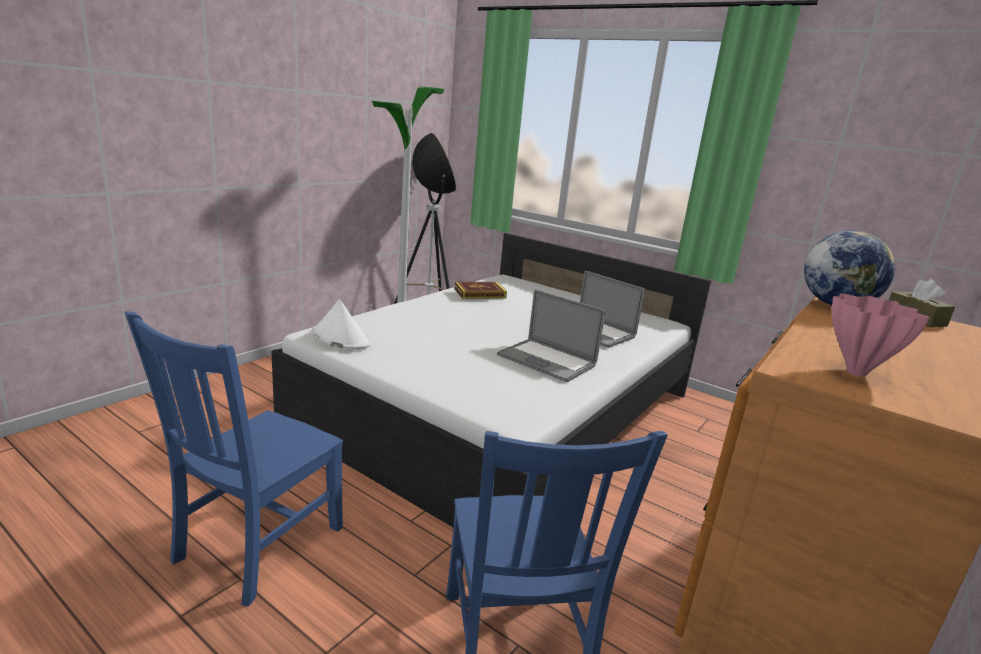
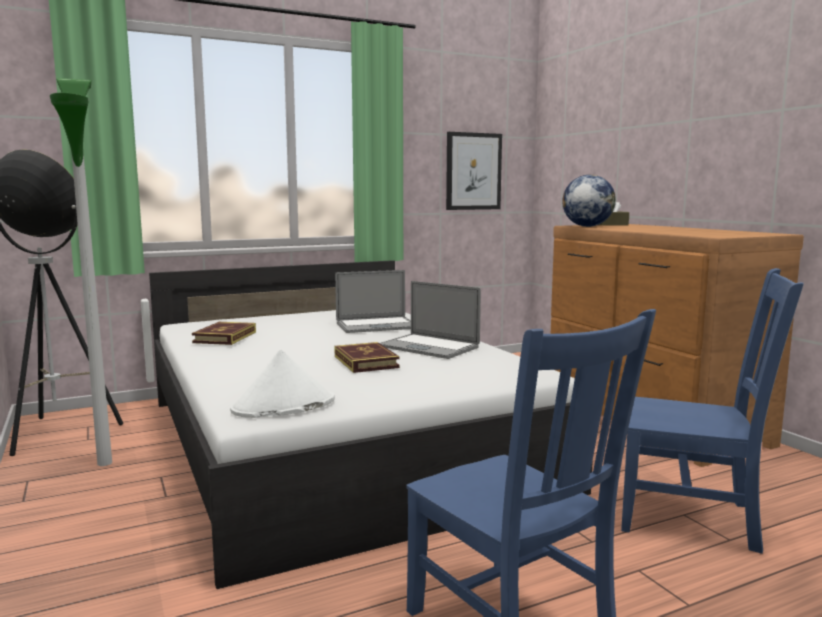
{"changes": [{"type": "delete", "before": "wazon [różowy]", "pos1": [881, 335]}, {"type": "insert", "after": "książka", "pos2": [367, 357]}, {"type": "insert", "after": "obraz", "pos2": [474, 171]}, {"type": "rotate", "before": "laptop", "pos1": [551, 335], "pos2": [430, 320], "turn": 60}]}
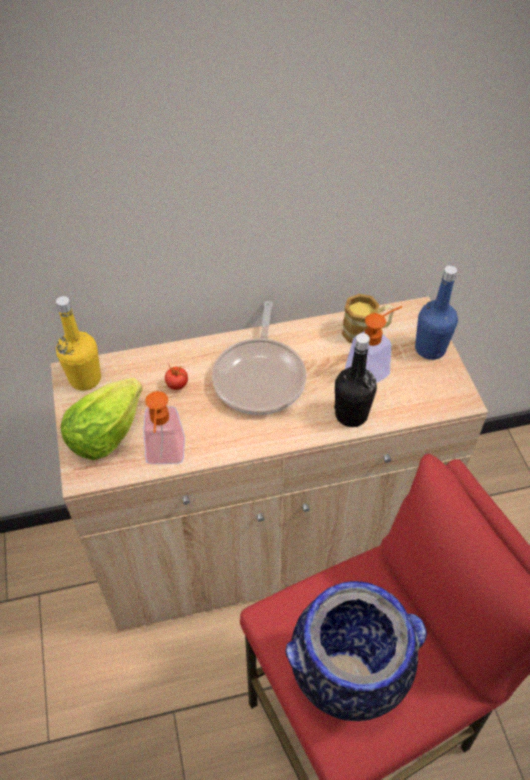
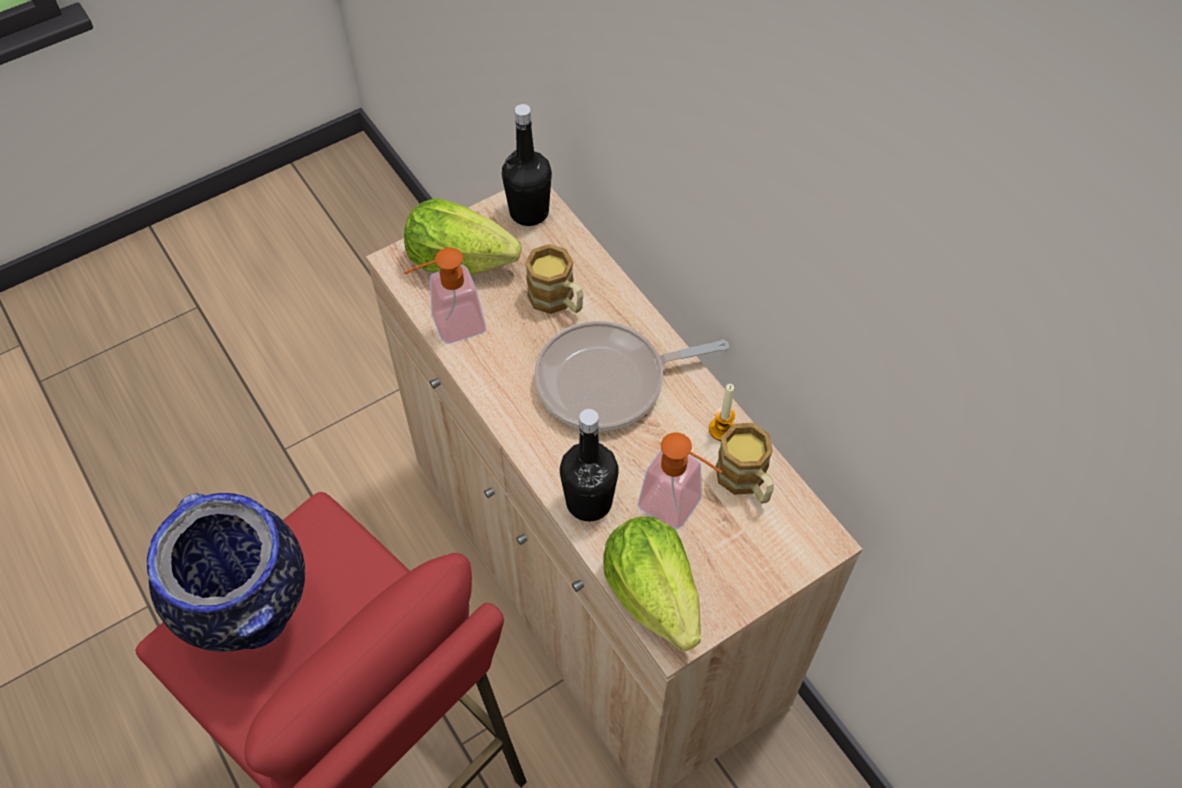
{"changes": [{"type": "delete", "before": "butelka [niebieski]", "pos1": [436, 312]}, {"type": "insert", "after": "sałata", "pos2": [652, 584]}, {"type": "insert", "after": "świeca", "pos2": [722, 412]}, {"type": "replace", "before": "pomidor", "after": "kubek", "pos1": [176, 377], "pos2": [554, 279]}, {"type": "recolor", "before": "butelka [żółty]", "after": "butelka [czarny]", "pos1": [78, 343], "pos2": [527, 165]}]}
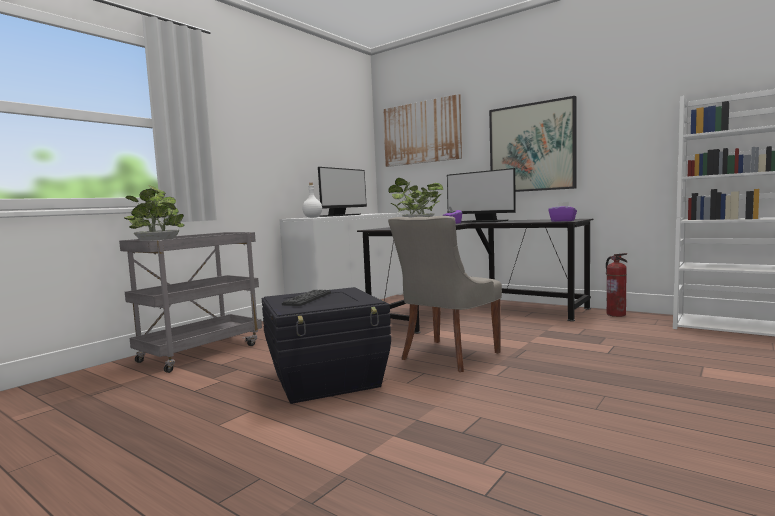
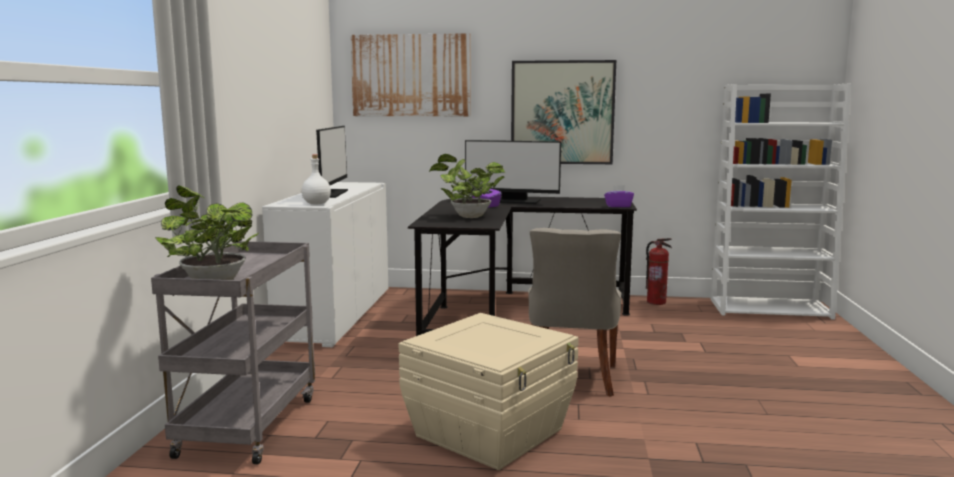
{"changes": [{"type": "delete", "before": "klawiatura", "pos1": [306, 298]}, {"type": "recolor", "before": "pojemnik do przechowywania [czarny]", "after": "pojemnik do przechowywania [beżowy]", "pos1": [326, 345], "pos2": [489, 391]}]}
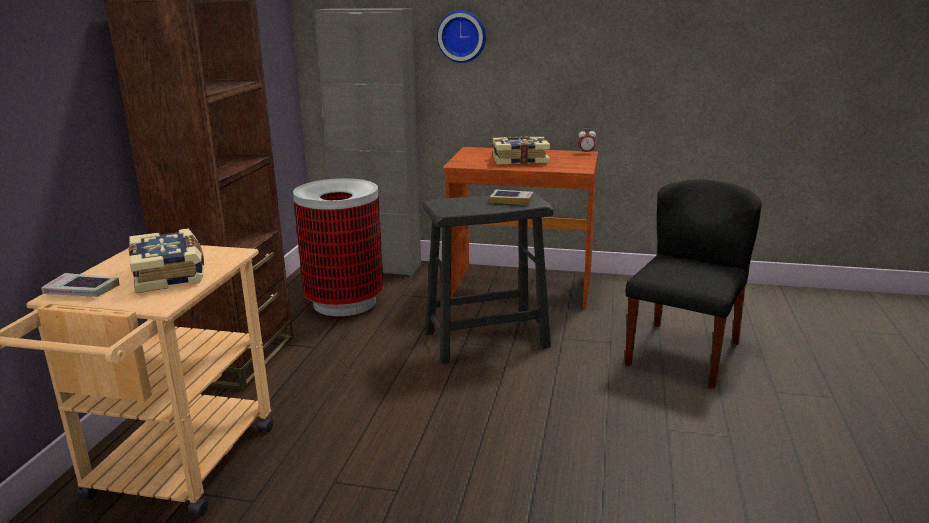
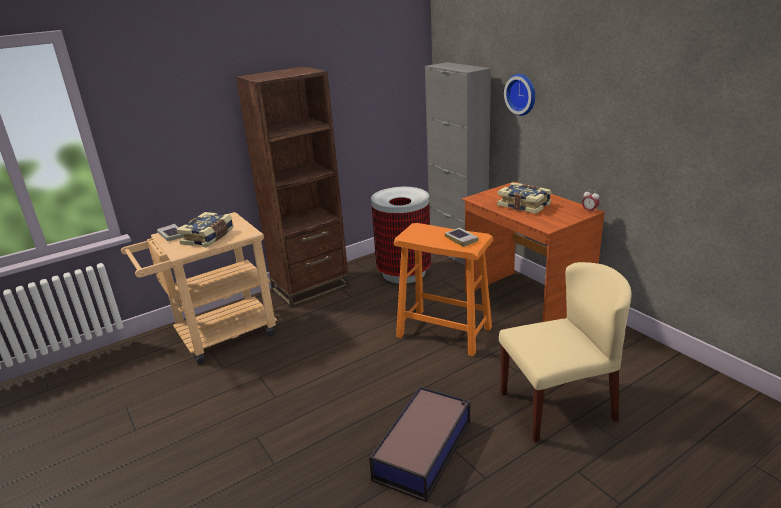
{"changes": [{"type": "insert", "after": "pojemnik do przechowywania", "pos2": [419, 444]}, {"type": "recolor", "before": "stołek [czarny]", "after": "stołek [pomarańczowy]", "pos1": [488, 277], "pos2": [443, 289]}, {"type": "recolor", "before": "krzesło [czarny]", "after": "krzesło [beżowy]", "pos1": [693, 283], "pos2": [565, 352]}]}
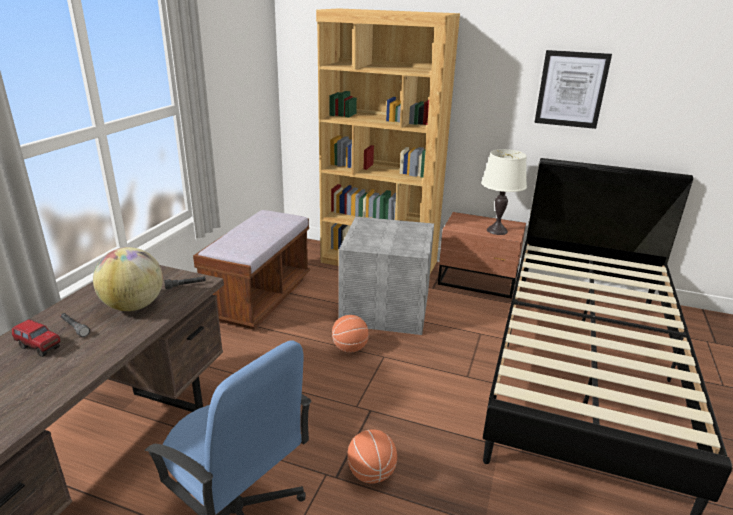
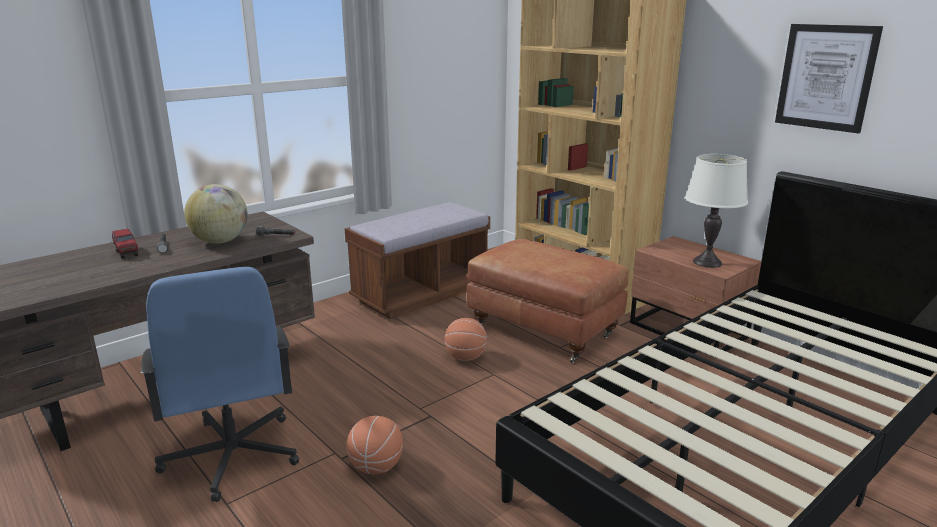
{"changes": [{"type": "replace", "before": "pojemnik do przechowywania [szary]", "after": "pufa [brązowy]", "pos1": [386, 276], "pos2": [548, 301]}]}
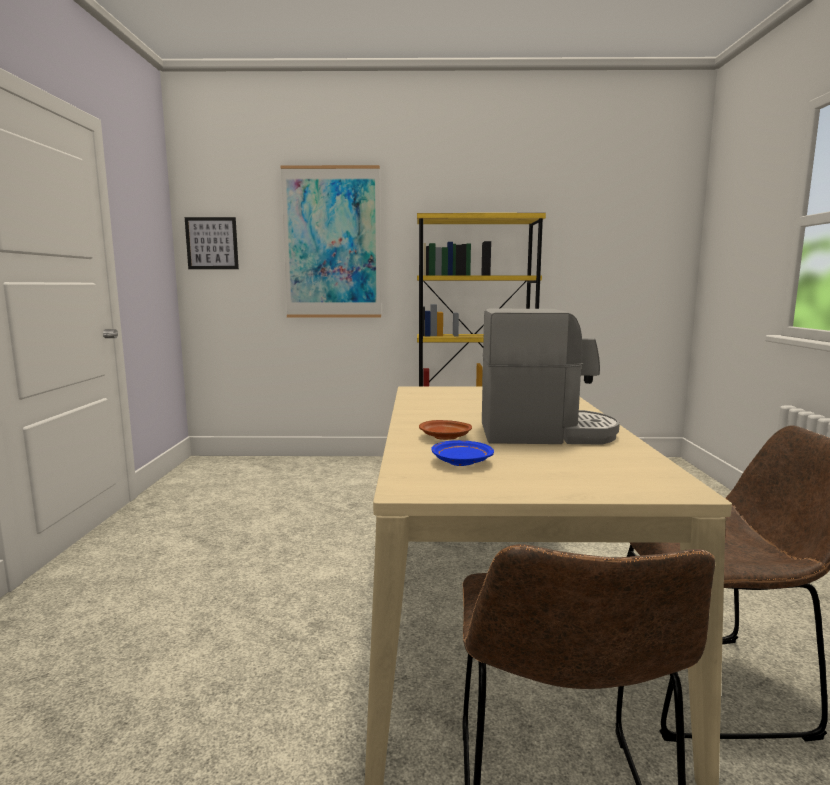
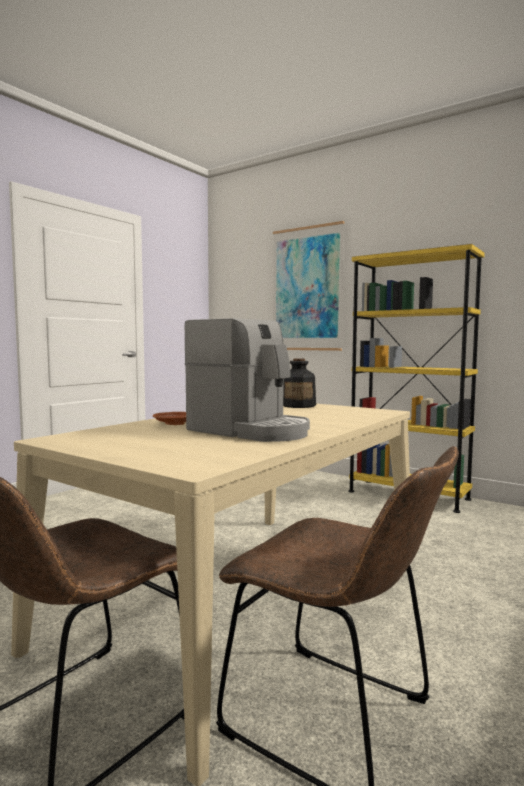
{"changes": [{"type": "delete", "before": "obraz", "pos1": [212, 243]}, {"type": "delete", "before": "talerz [niebieski]", "pos1": [462, 453]}, {"type": "insert", "after": "butelka", "pos2": [299, 383]}]}
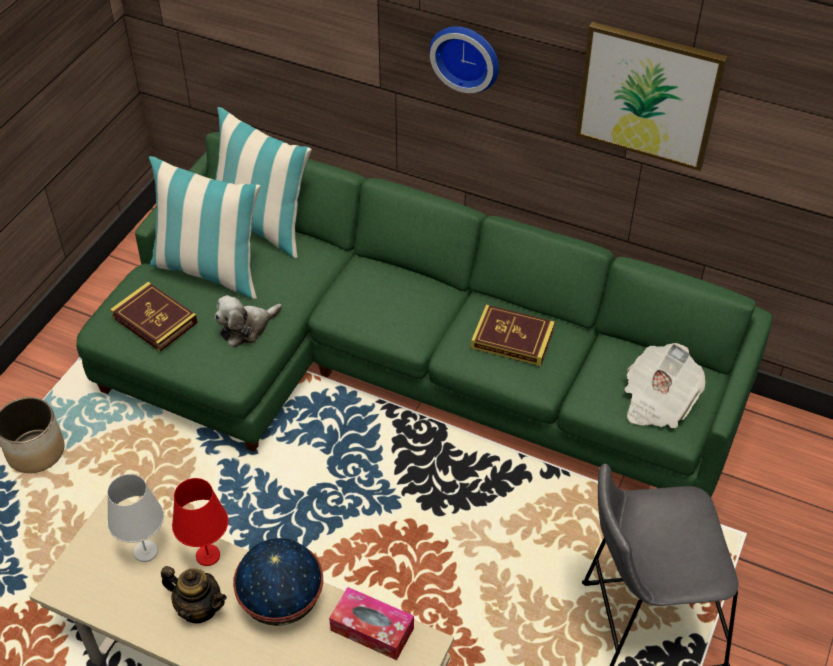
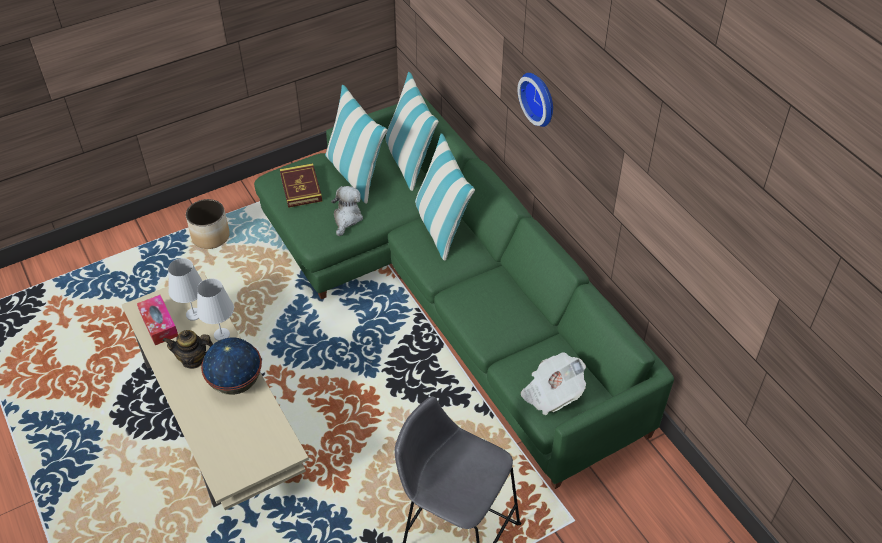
{"changes": [{"type": "delete", "before": "książka", "pos1": [513, 335]}, {"type": "delete", "before": "obraz", "pos1": [652, 96]}, {"type": "insert", "after": "poduszka", "pos2": [445, 197]}, {"type": "move", "before": "pudełko chusteczek", "pos1": [371, 623], "pos2": [157, 320]}, {"type": "recolor", "before": "lampa stołowa [czerwony]", "after": "lampa stołowa [biały]", "pos1": [200, 522], "pos2": [215, 309]}, {"type": "rotate", "before": "imbryk", "pos1": [194, 594], "pos2": [188, 349], "turn": 120}, {"type": "rotate", "before": "pluszak", "pos1": [248, 321], "pos2": [347, 211], "turn": 105}]}
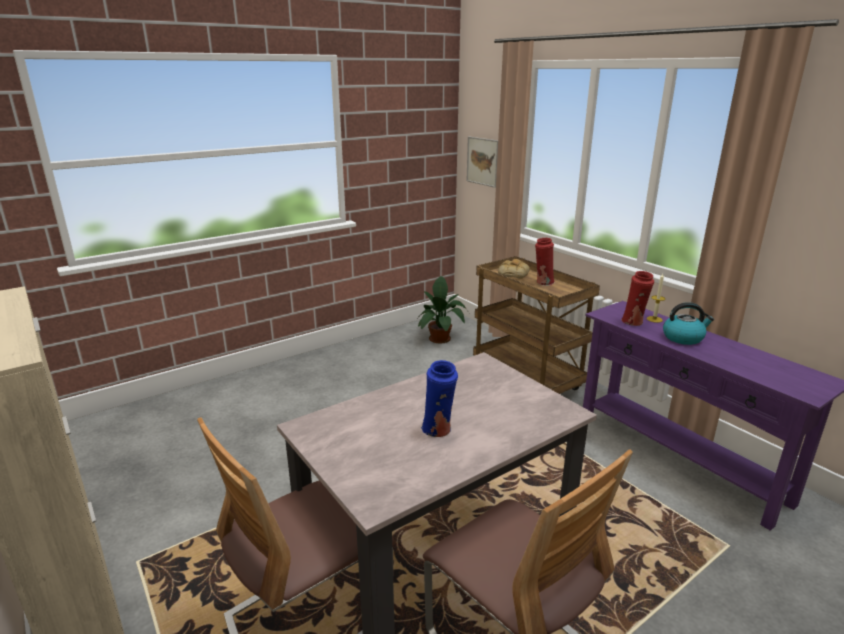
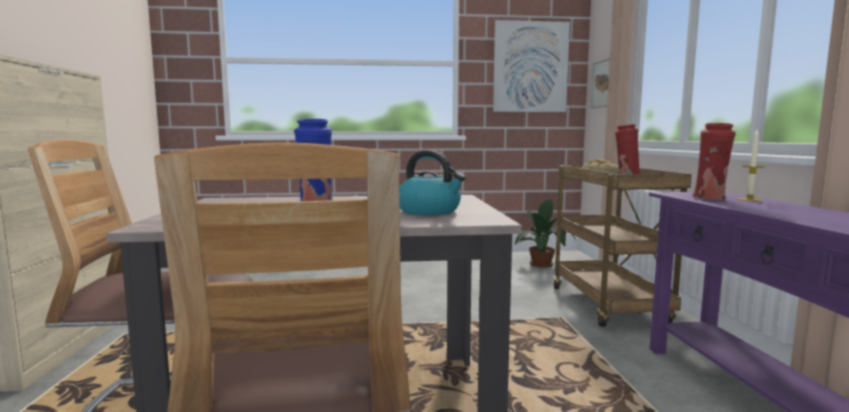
{"changes": [{"type": "insert", "after": "obraz", "pos2": [531, 66]}, {"type": "move", "before": "czajnik", "pos1": [688, 323], "pos2": [433, 183]}]}
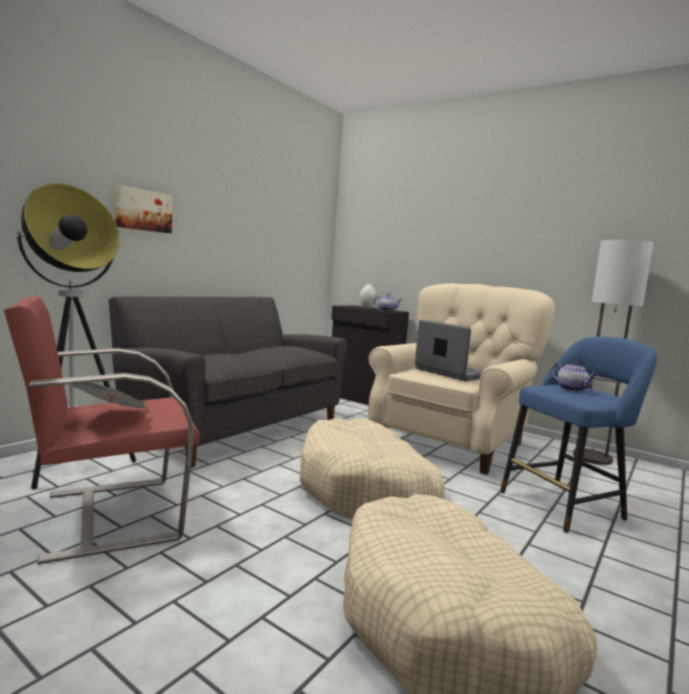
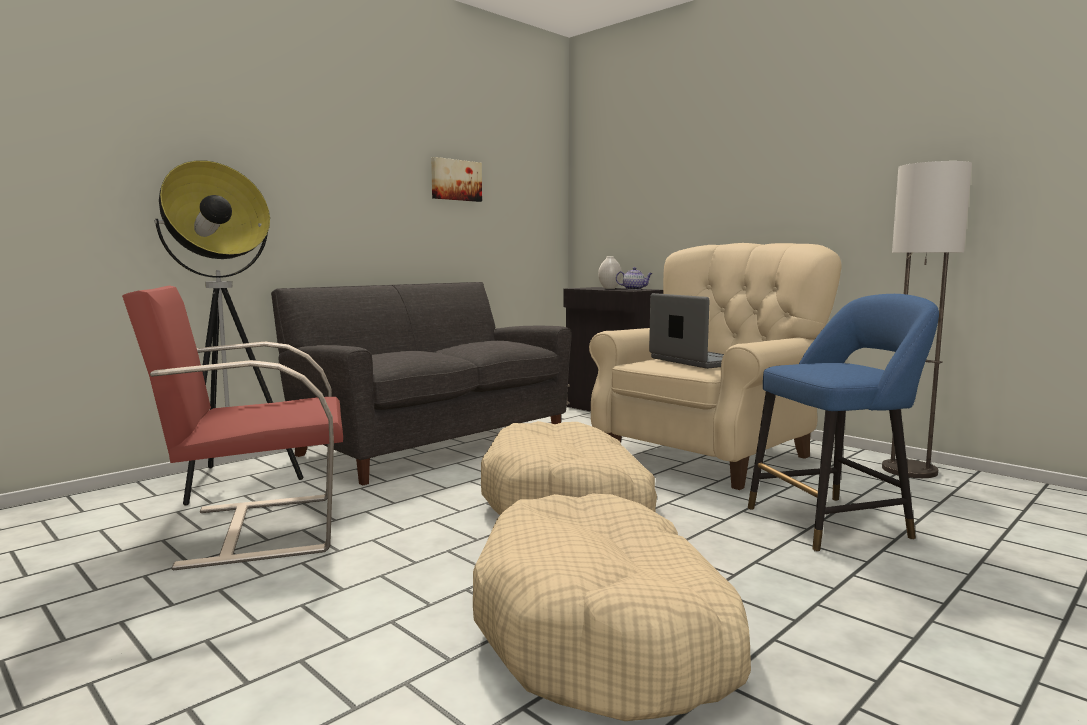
{"changes": [{"type": "delete", "before": "gazeta", "pos1": [109, 396]}, {"type": "delete", "before": "imbryk", "pos1": [574, 376]}, {"type": "move", "before": "obraz", "pos1": [144, 209], "pos2": [456, 179]}]}
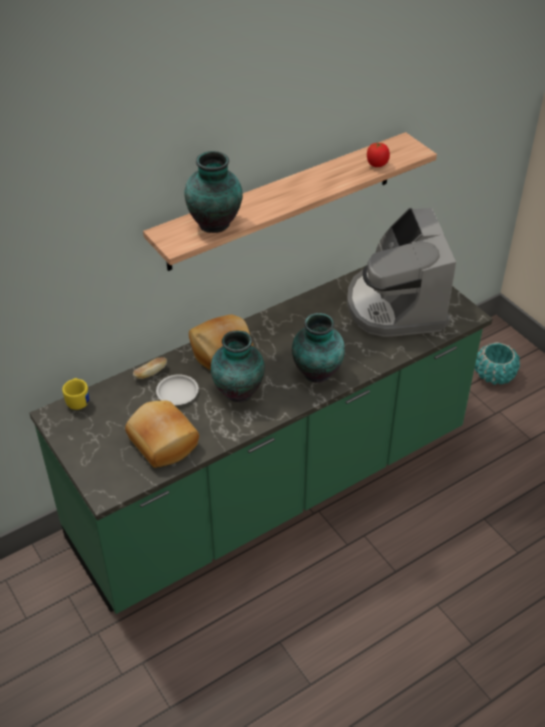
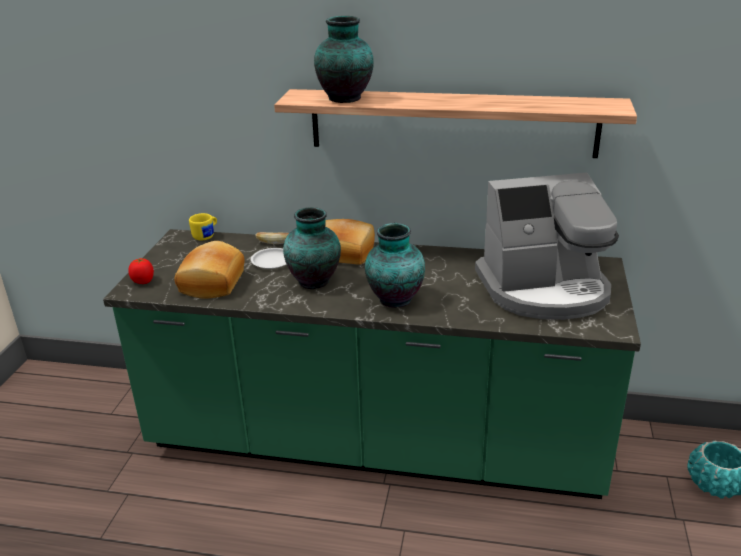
{"changes": [{"type": "move", "before": "pomidor", "pos1": [378, 154], "pos2": [141, 271]}, {"type": "rotate", "before": "ekspres do kawy", "pos1": [401, 272], "pos2": [547, 246], "turn": -135}]}
